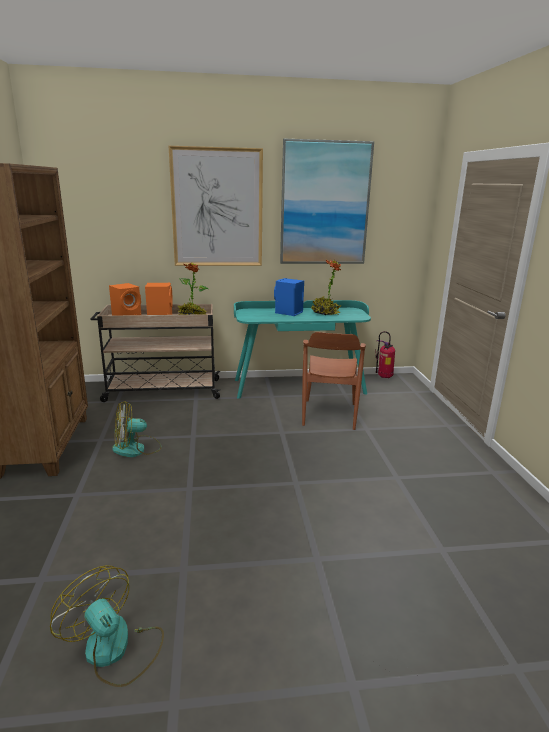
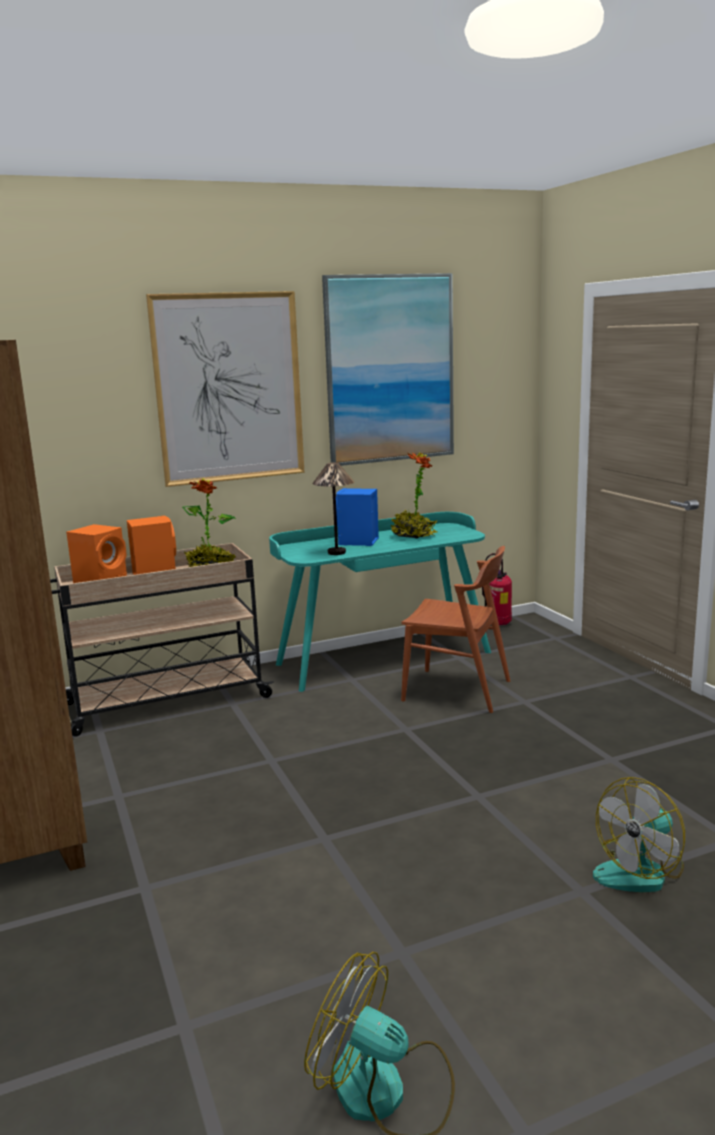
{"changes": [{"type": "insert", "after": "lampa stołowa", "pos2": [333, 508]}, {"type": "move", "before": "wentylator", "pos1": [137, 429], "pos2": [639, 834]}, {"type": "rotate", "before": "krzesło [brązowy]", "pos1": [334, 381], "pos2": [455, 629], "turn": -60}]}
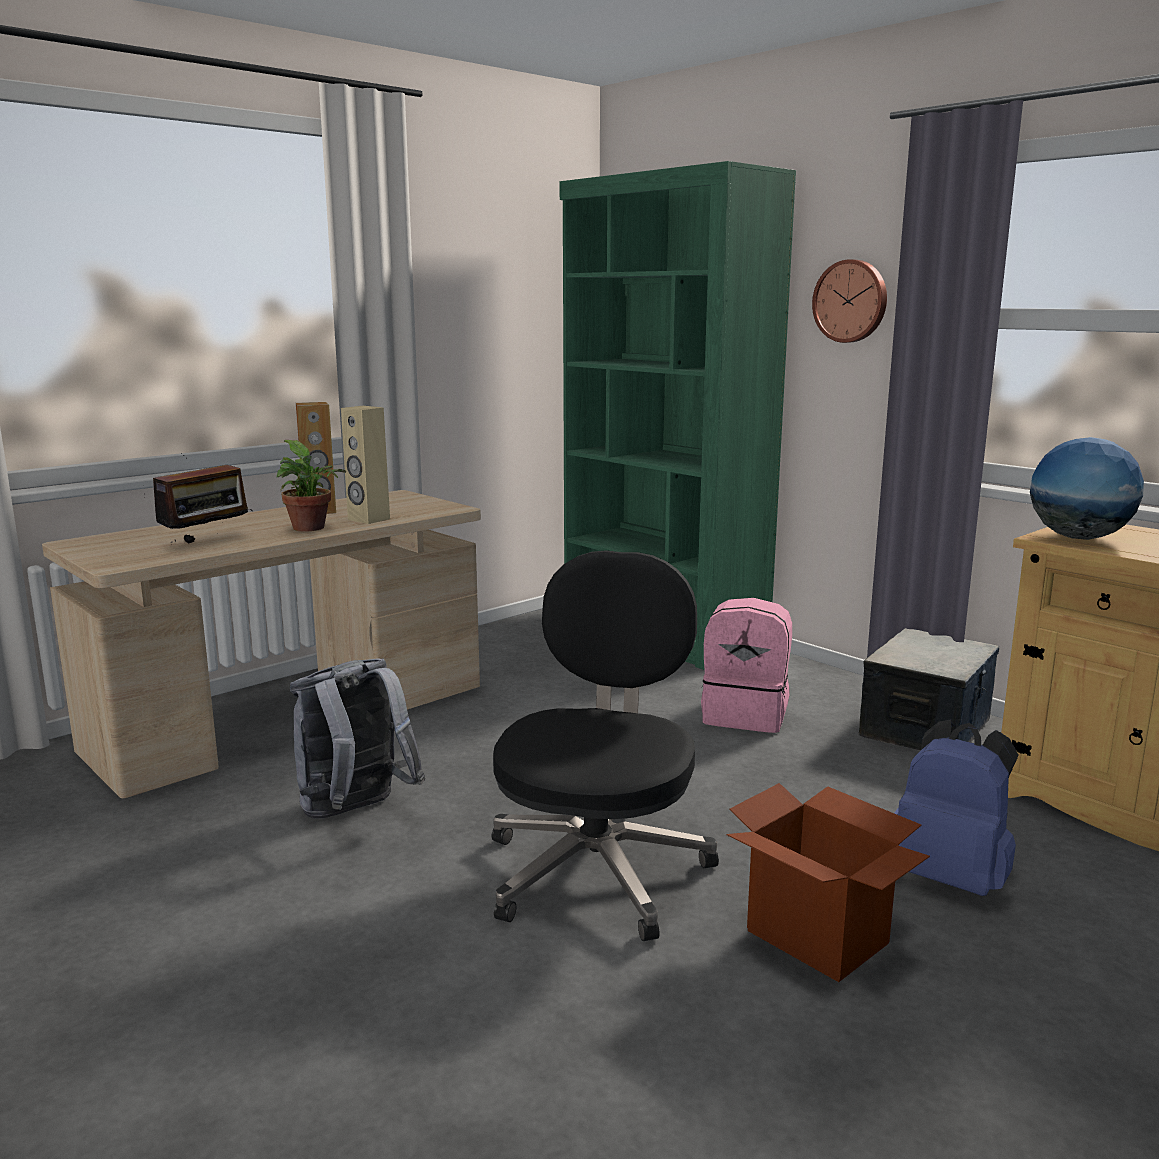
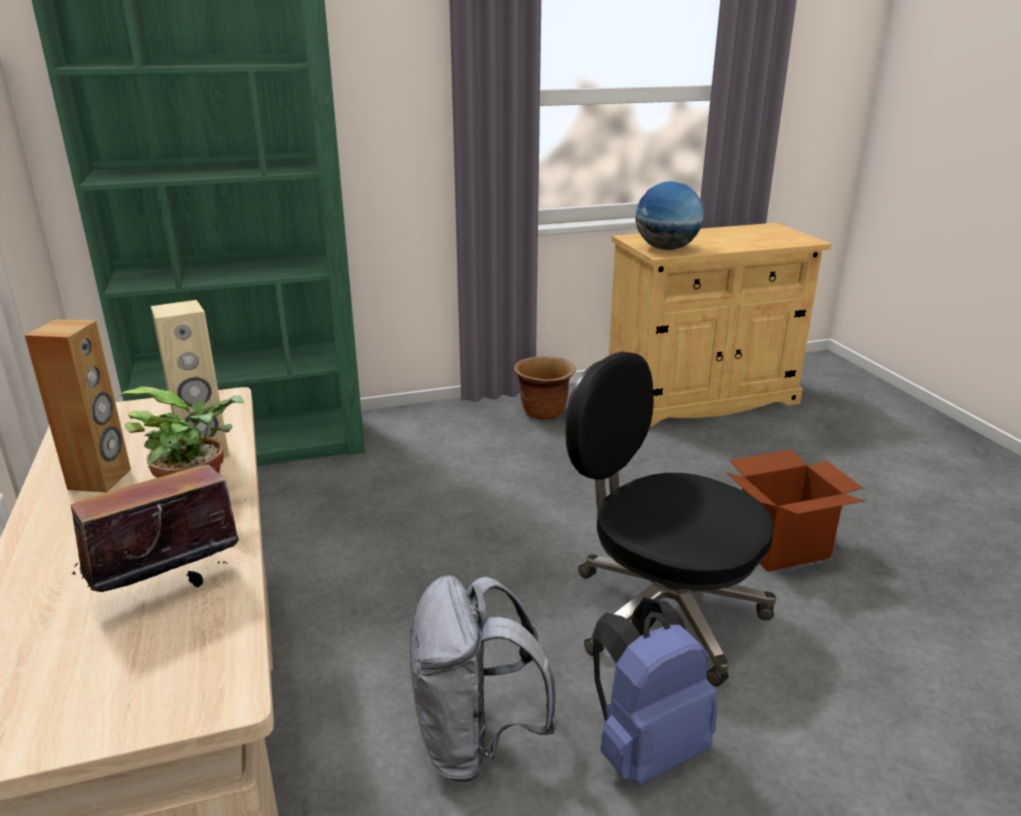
{"changes": [{"type": "delete", "before": "plecak [różowy]", "pos1": [746, 665]}, {"type": "delete", "before": "zegar ścienny", "pos1": [849, 301]}, {"type": "move", "before": "plecak [niebieski]", "pos1": [956, 808], "pos2": [655, 691]}, {"type": "replace", "before": "pojemnik do przechowywania", "after": "donica [brązowy]", "pos1": [929, 689], "pos2": [545, 388]}, {"type": "rotate", "before": "radio", "pos1": [203, 498], "pos2": [155, 516], "turn": -105}]}
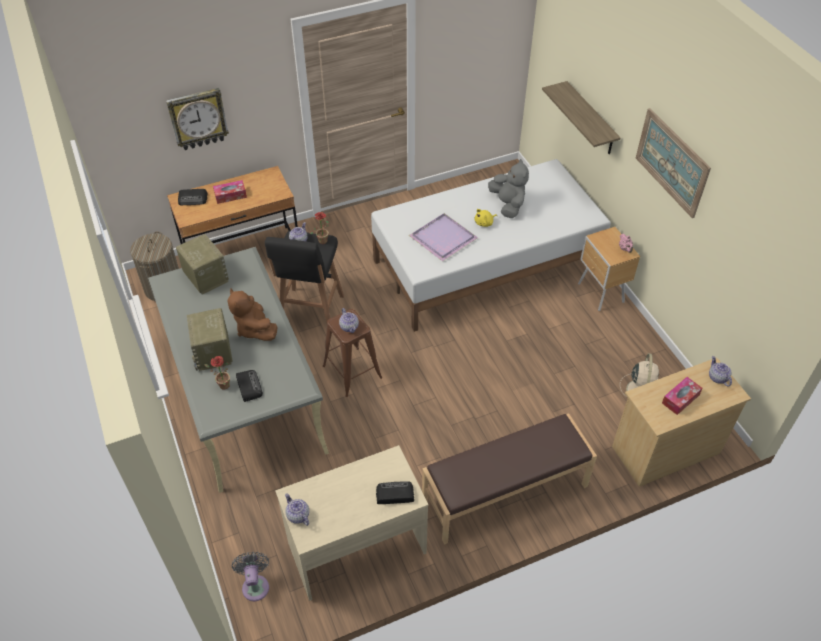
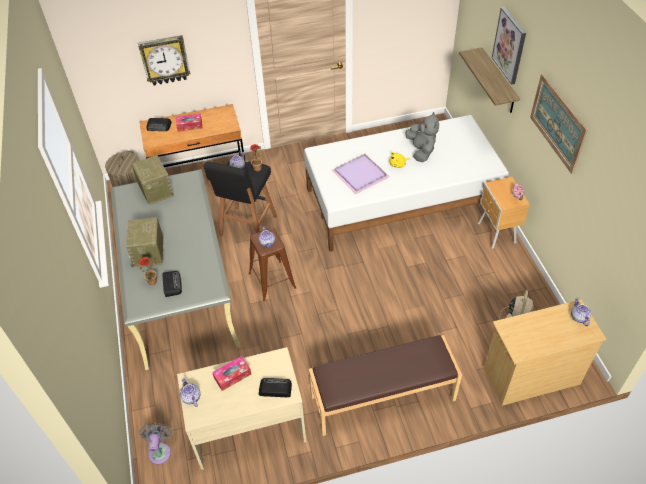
{"changes": [{"type": "delete", "before": "pluszak [brązowy]", "pos1": [252, 314]}, {"type": "insert", "after": "obraz", "pos2": [509, 46]}, {"type": "move", "before": "pudełko chusteczek", "pos1": [682, 396], "pos2": [231, 373]}]}
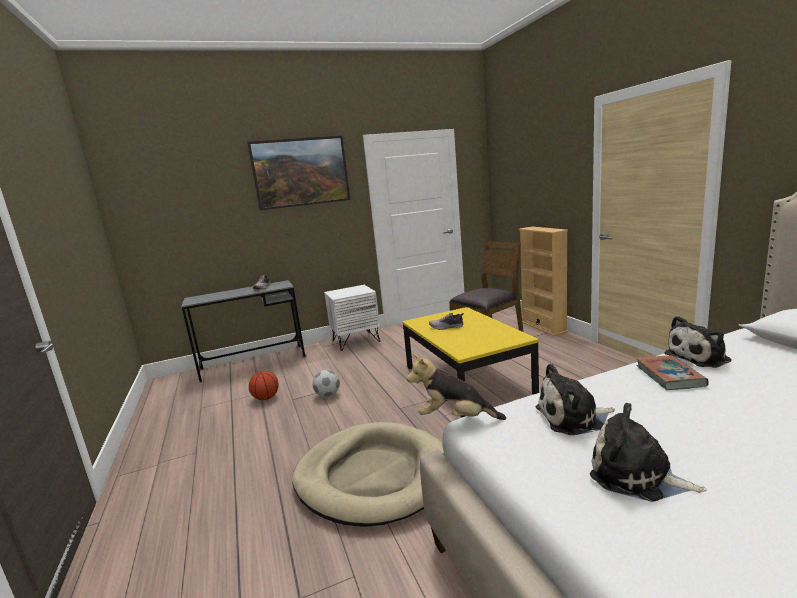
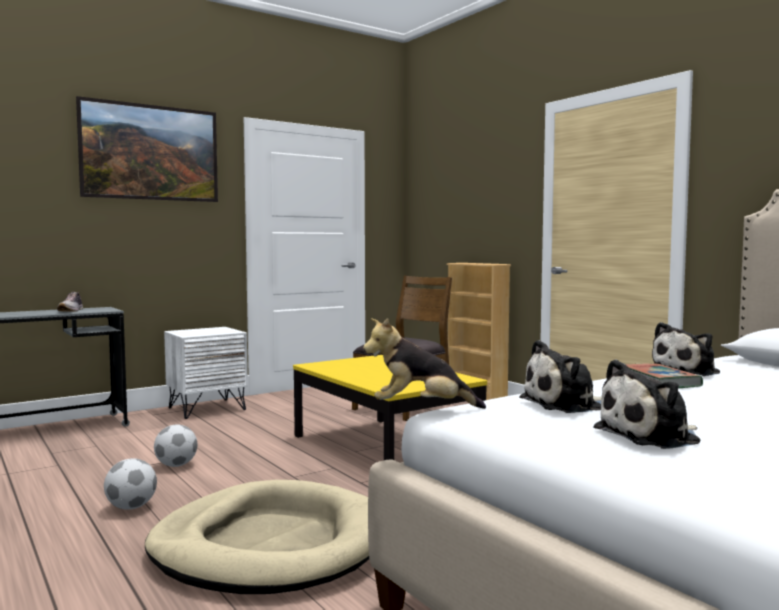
{"changes": [{"type": "delete", "before": "piłka do koszykówki", "pos1": [264, 385]}, {"type": "delete", "before": "but", "pos1": [446, 321]}, {"type": "insert", "after": "piłka futbolowa", "pos2": [130, 484]}, {"type": "rotate", "before": "pluszak", "pos1": [648, 452], "pos2": [646, 404], "turn": -45}]}
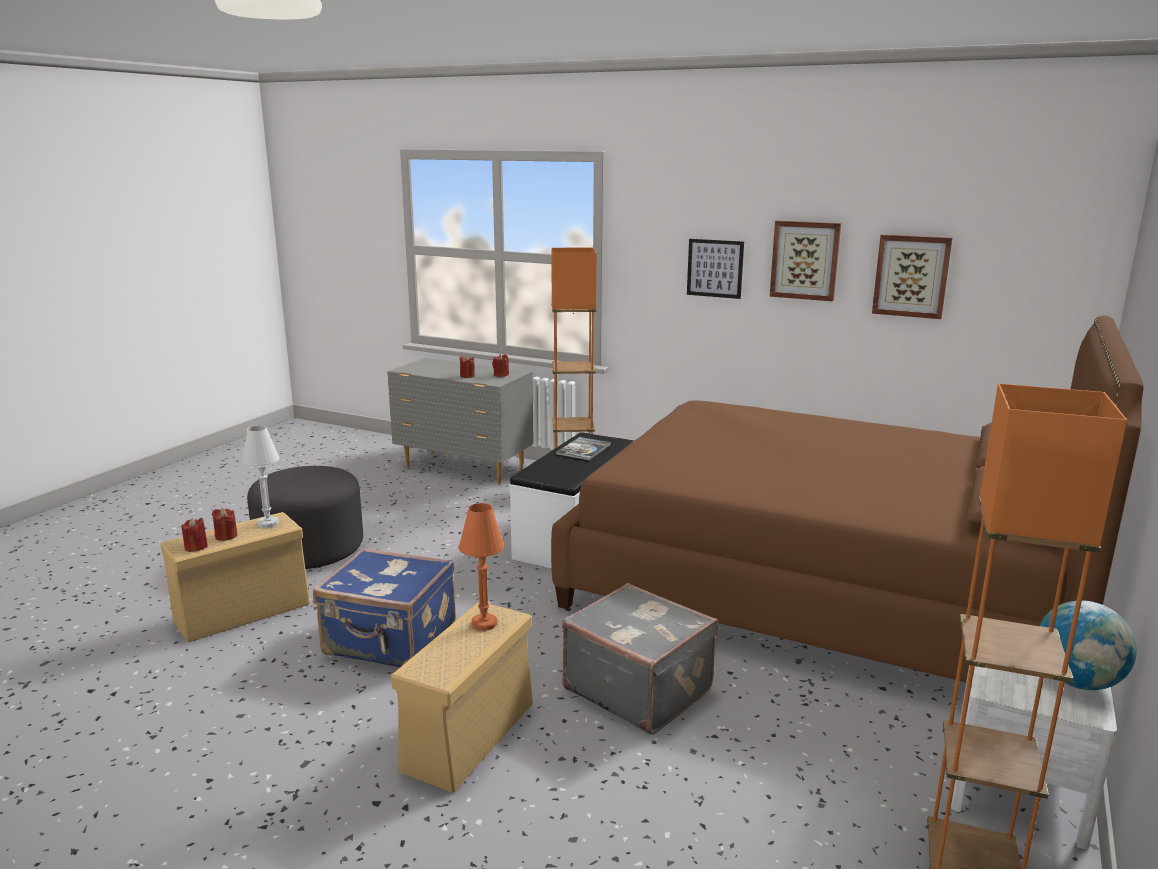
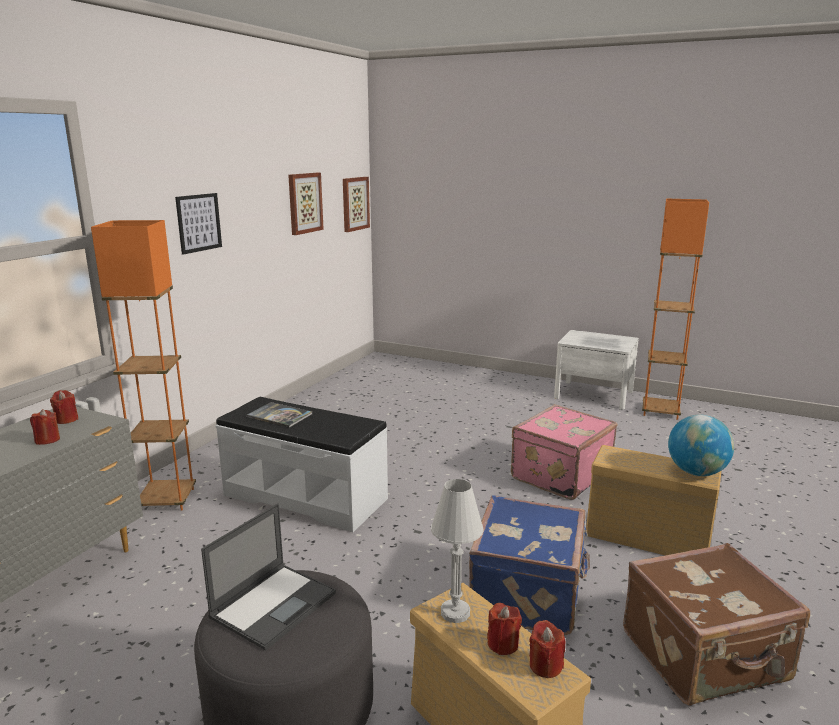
{"changes": [{"type": "delete", "before": "lampa stołowa [pomarańczowy]", "pos1": [481, 567]}, {"type": "delete", "before": "łóżko [brązowy]", "pos1": [847, 498]}, {"type": "insert", "after": "laptop", "pos2": [268, 577]}, {"type": "insert", "after": "walizka [brązowy]", "pos2": [716, 624]}, {"type": "move", "before": "obraz", "pos1": [805, 260], "pos2": [356, 204]}, {"type": "move", "before": "globus", "pos1": [1088, 645], "pos2": [701, 445]}, {"type": "recolor", "before": "walizka [szary]", "after": "walizka [różowy]", "pos1": [640, 659], "pos2": [564, 452]}]}
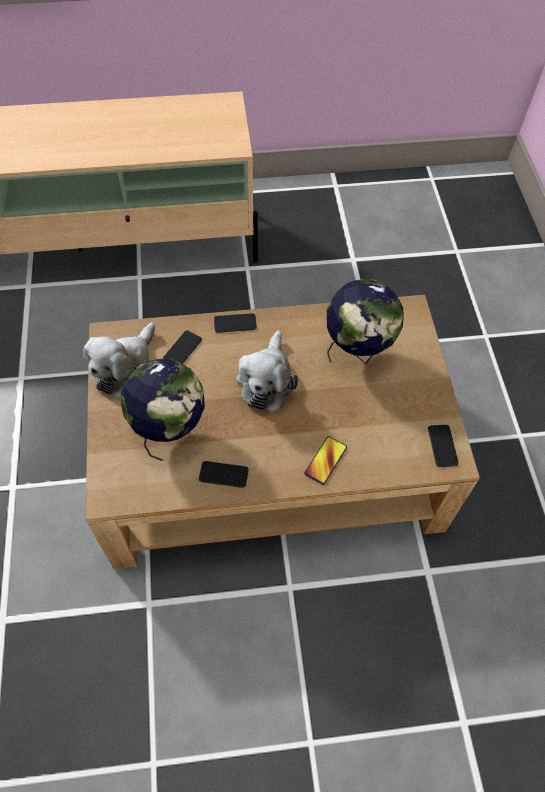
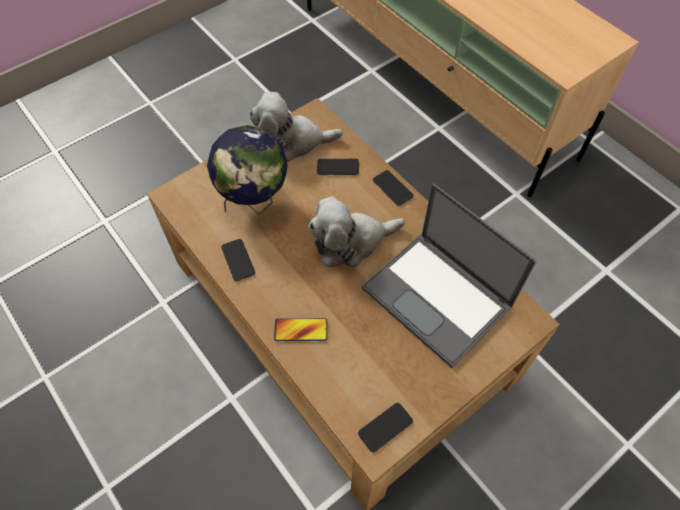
{"changes": [{"type": "replace", "before": "globus", "after": "laptop", "pos1": [365, 321], "pos2": [449, 275]}]}
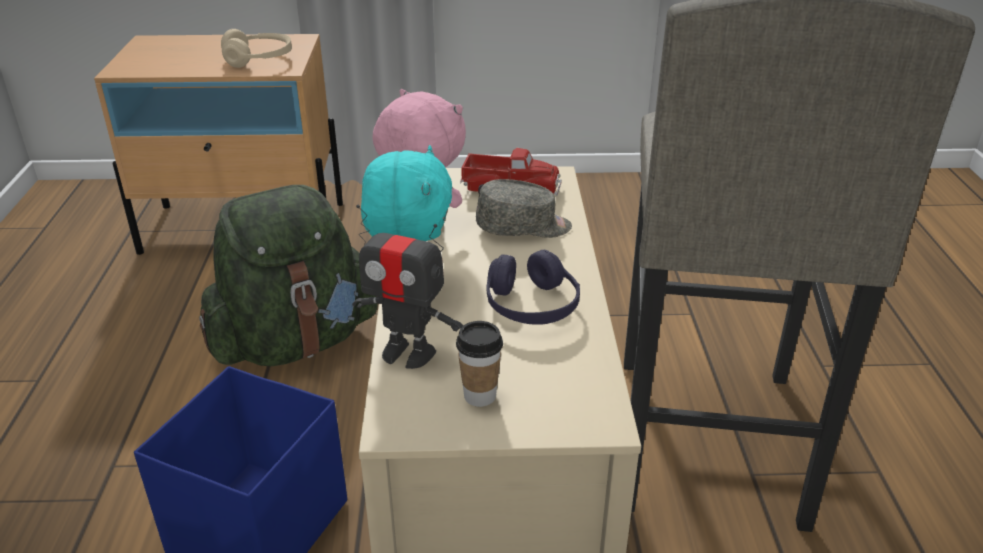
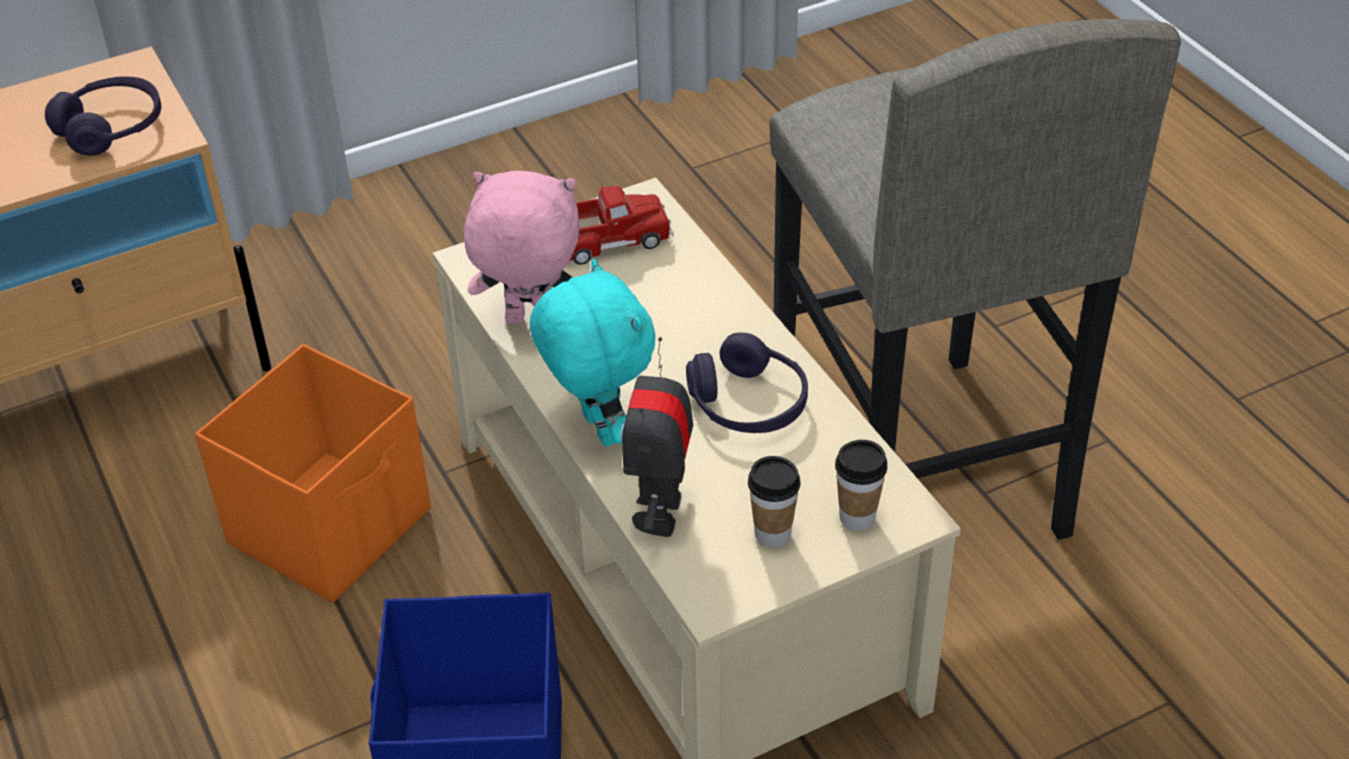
{"changes": [{"type": "delete", "before": "czapka z daszkiem [szary]", "pos1": [524, 208]}, {"type": "insert", "after": "filiżanka", "pos2": [861, 485]}, {"type": "replace", "before": "plecak [zielony]", "after": "pojemnik do przechowywania [pomarańczowy]", "pos1": [288, 275], "pos2": [313, 473]}, {"type": "recolor", "before": "słuchawki [beżowy]", "after": "słuchawki [fioletowy]", "pos1": [256, 48], "pos2": [103, 116]}, {"type": "rotate", "before": "robot zabawkowy", "pos1": [407, 287], "pos2": [657, 437], "turn": 105}]}
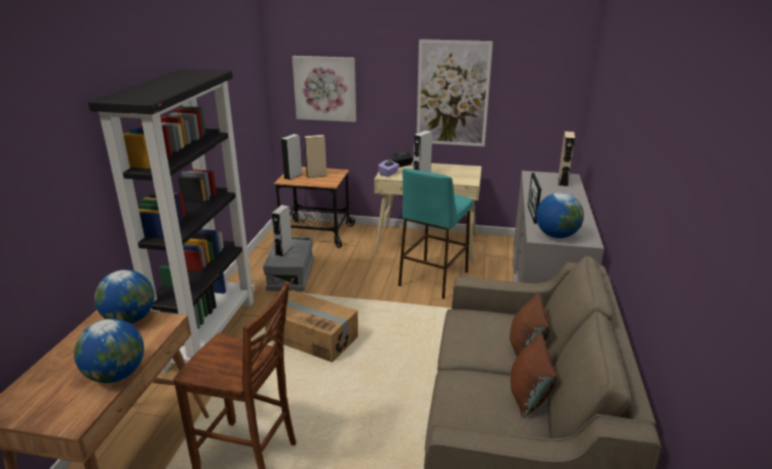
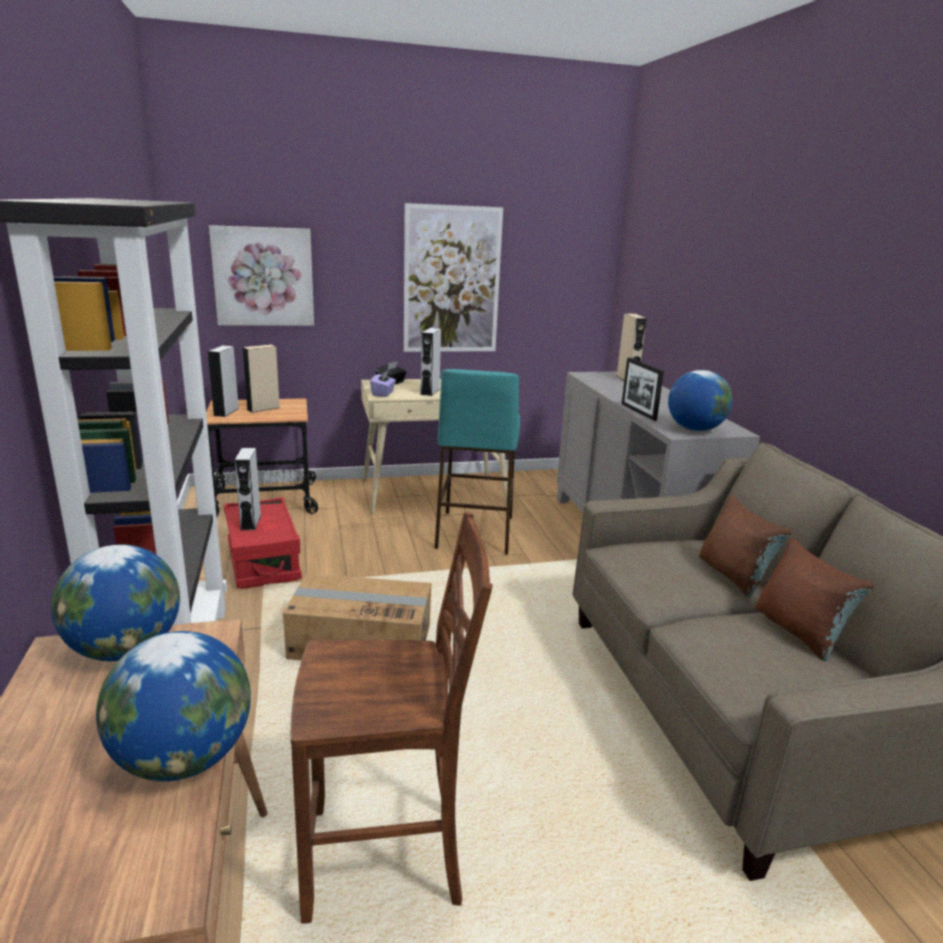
{"changes": [{"type": "recolor", "before": "pojemnik do przechowywania [szary]", "after": "pojemnik do przechowywania [czerwony]", "pos1": [288, 264], "pos2": [263, 543]}]}
